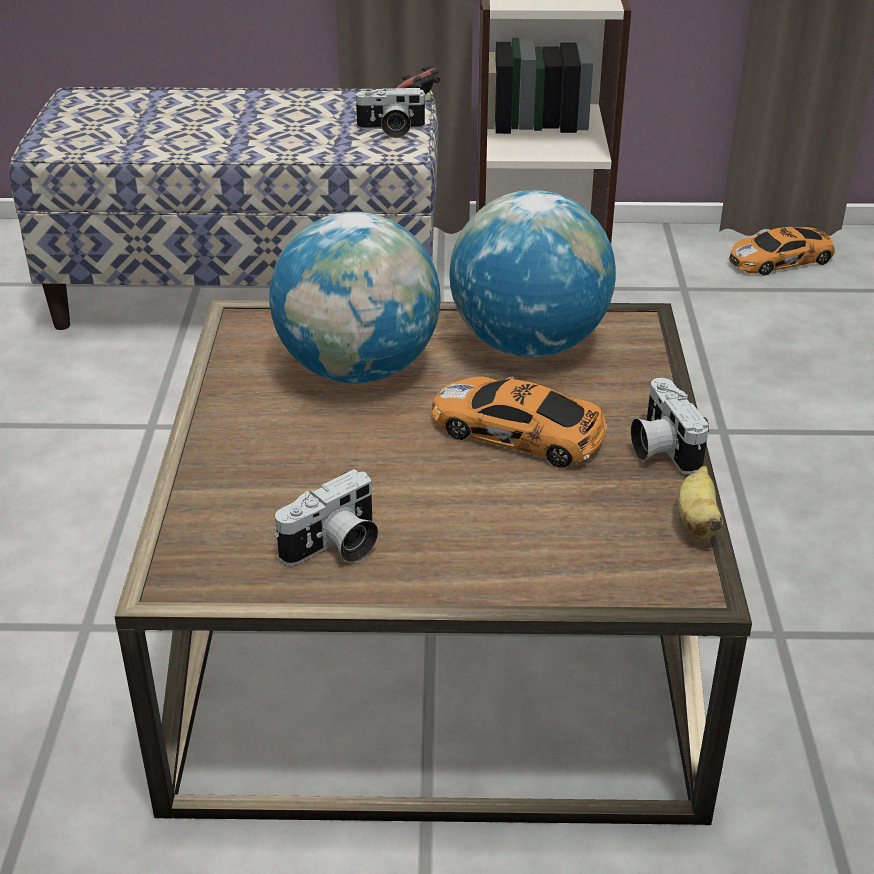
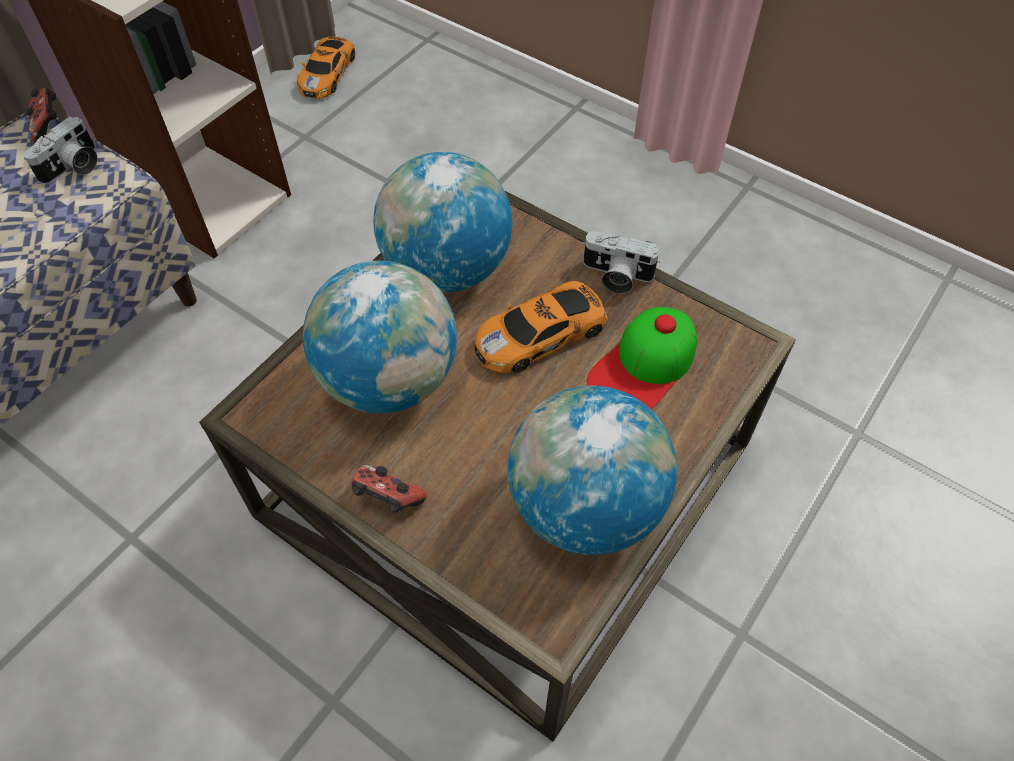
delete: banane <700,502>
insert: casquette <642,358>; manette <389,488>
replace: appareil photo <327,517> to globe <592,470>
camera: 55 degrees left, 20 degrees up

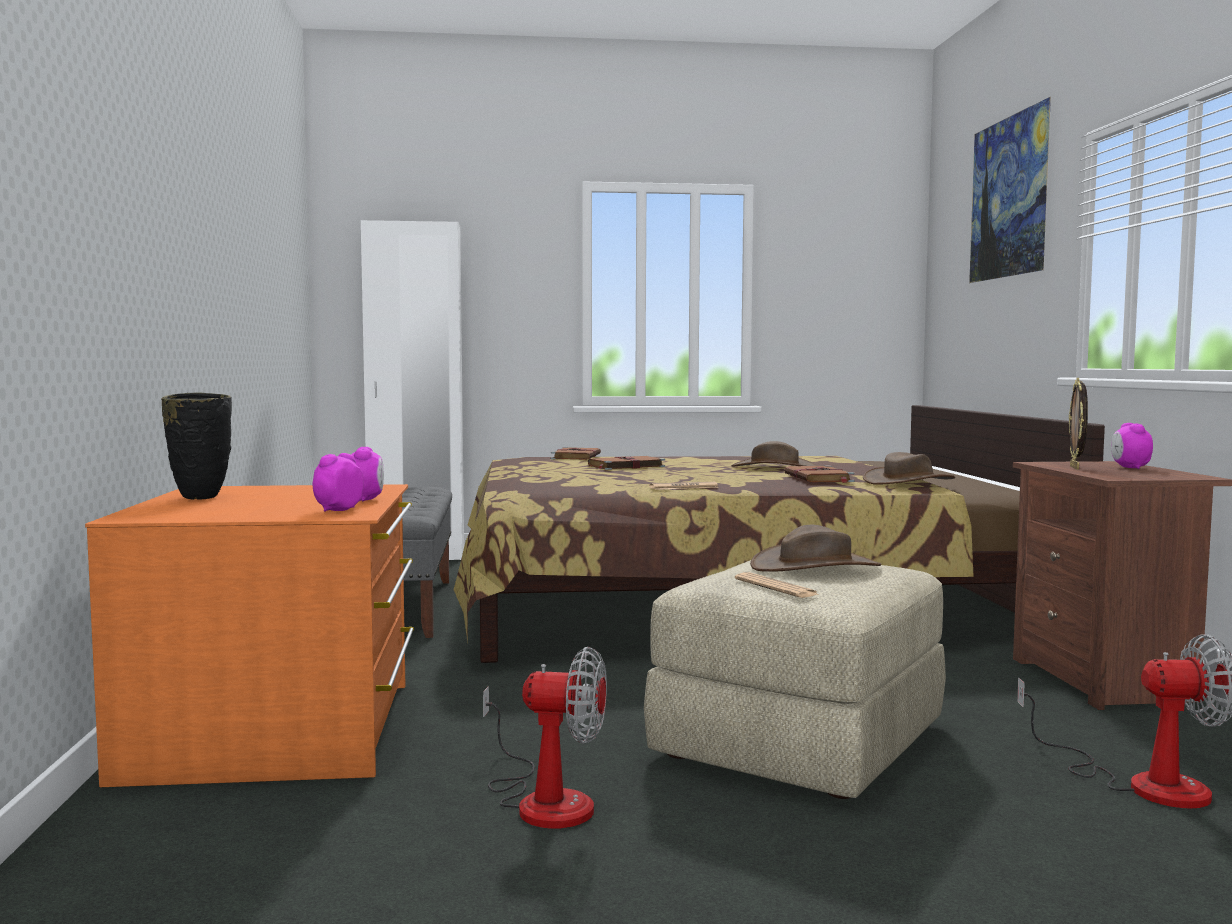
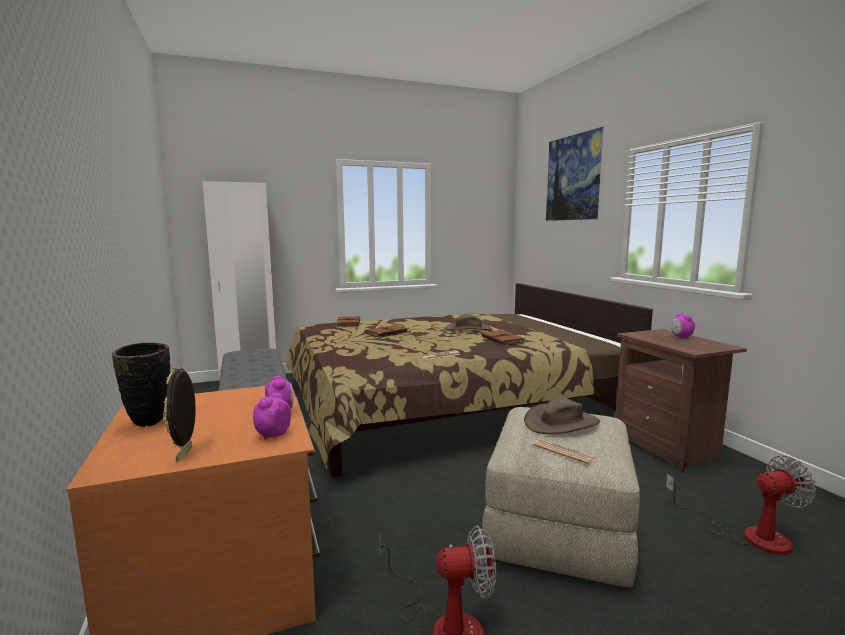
delete: chapeau [marron] <909,468>
move: cadre photo <1078,423> to <179,414>
camera: 15 degrees left, 5 degrees up

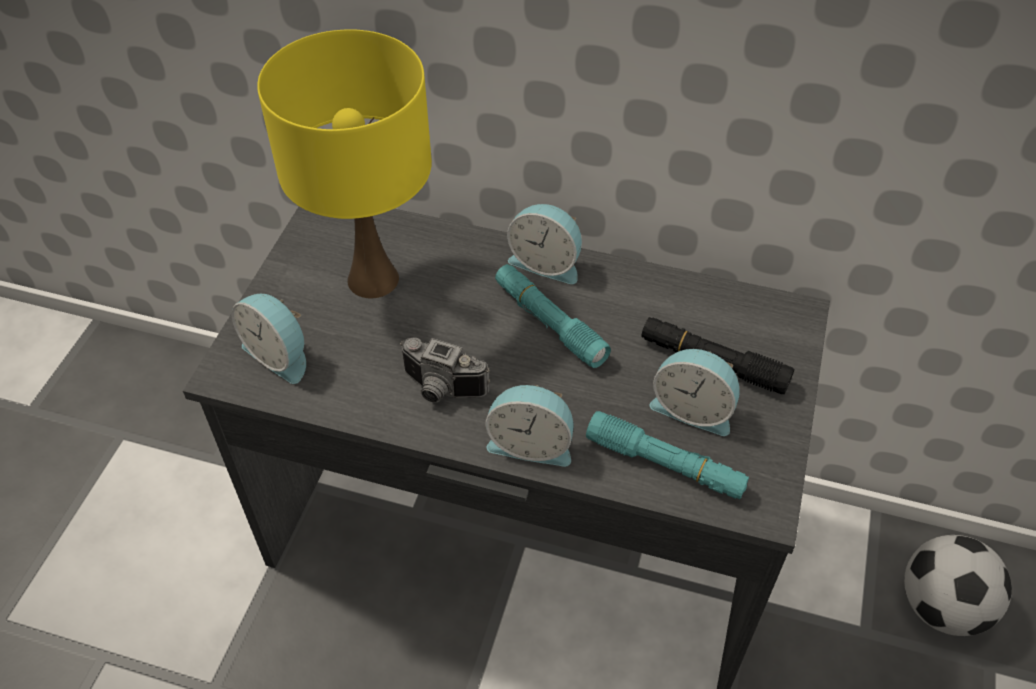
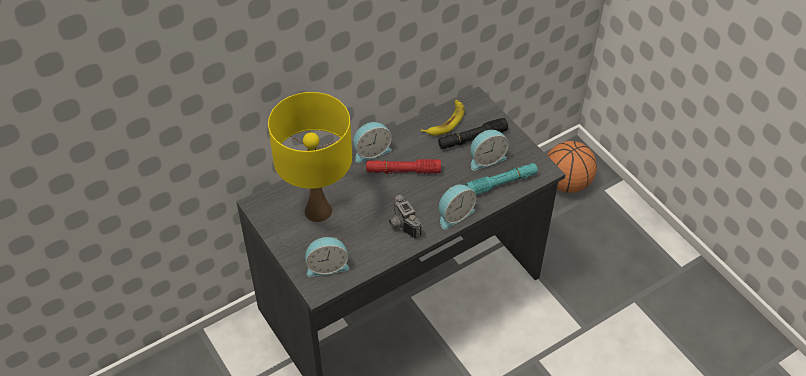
insert: banane <443,118>
replace: ballon de foot <958,585> to ballon de basket <572,167>
recolor: lampe de poche [turquoise] <553,316> to lampe de poche [rouge] <403,166>
rotate: appareil photo <445,369> = <405,216> 90 degrees clockwise
camera: 50 degrees left, 0 degrees up

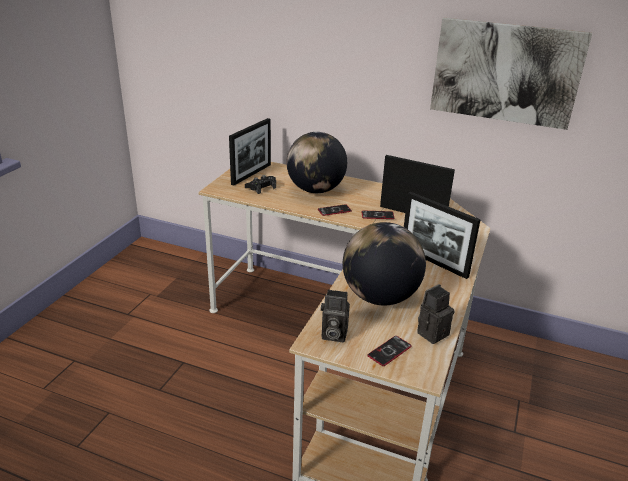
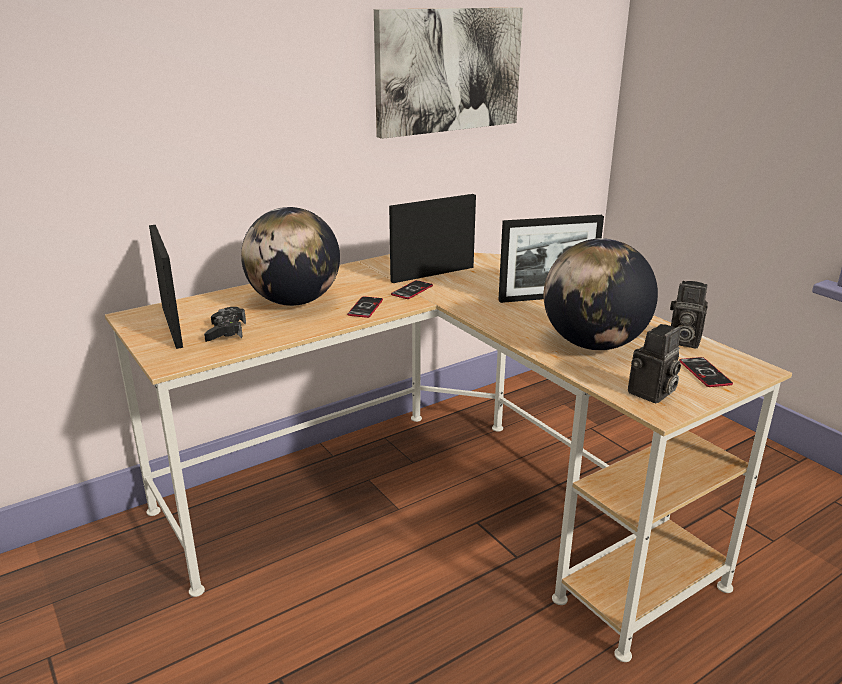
rotate: appareil photo <436,314> = <689,315> 60 degrees counterclockwise
camera: 55 degrees left, 5 degrees down

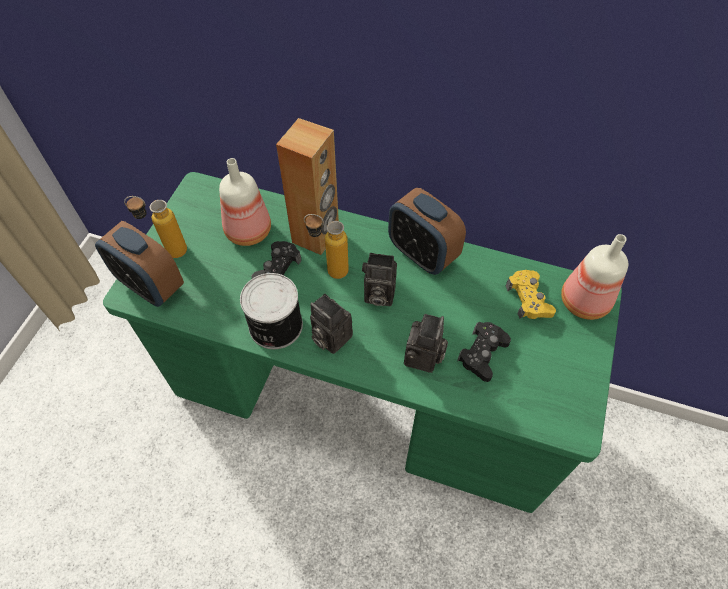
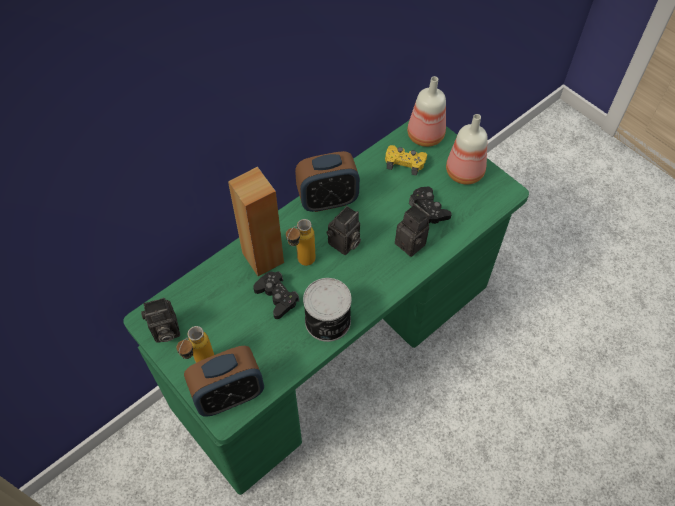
move: bouteille <245,202> to <467,149>; appareil photo <331,324> to <160,320>
camera: 60 degrees left, 0 degrees up

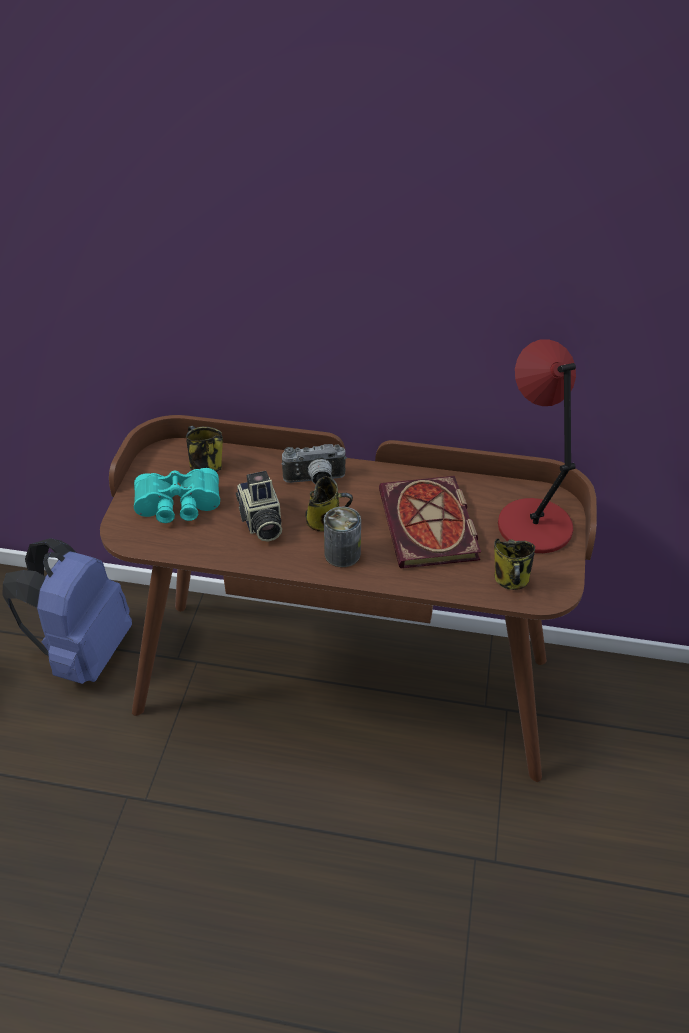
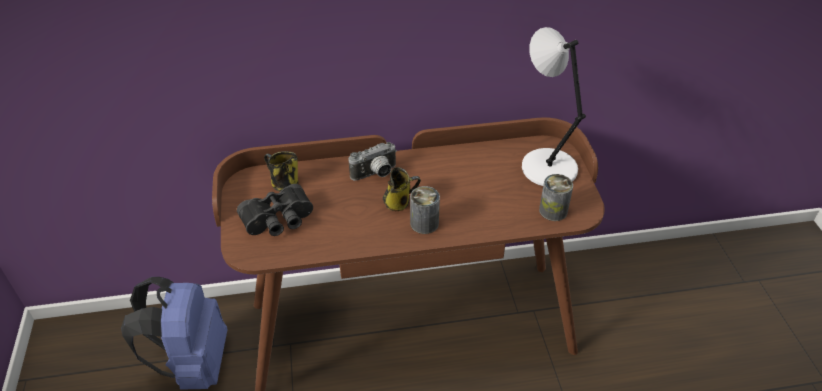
delete: appareil photo <259,506>; livre <430,522>
replace: mug <514,564> to boîte métallique <556,197>
recolor: lampe de table [rouge] <537,446> to lampe de table [blanc] <554,106>; jumelles [turquoise] <177,495> to jumelles [noir] <275,210>
camera: 20 degrees left, 0 degrees up

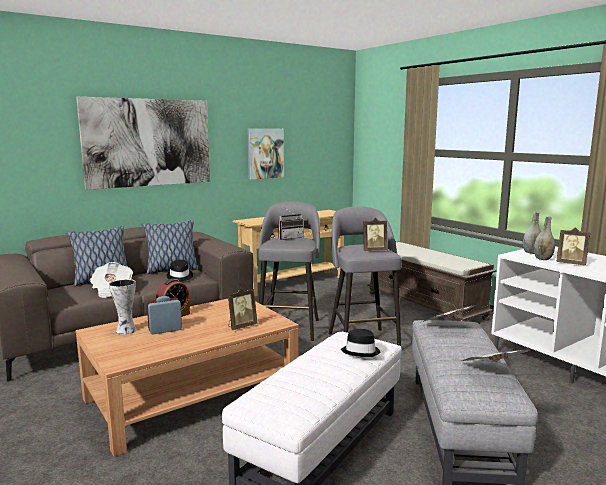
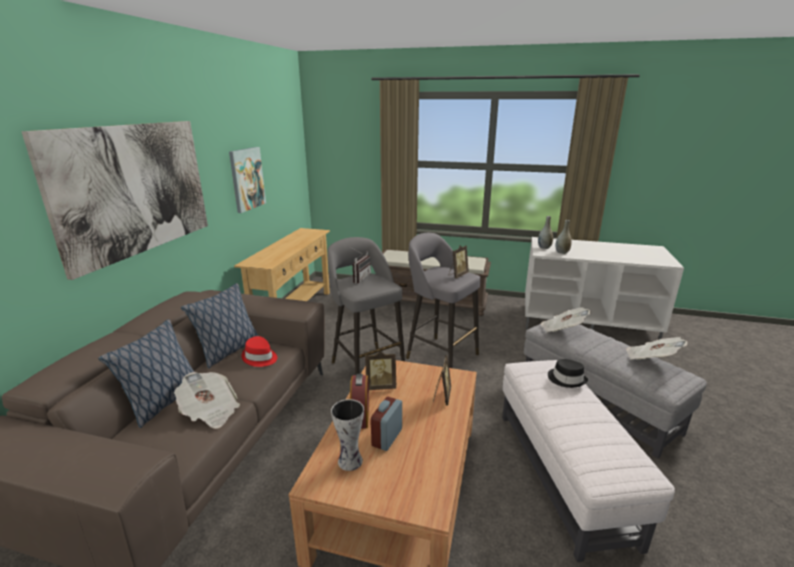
move: cadre photo <573,246> to <380,370>
recolor: chapeau [noir] <180,270> to chapeau [rouge] <259,351>
camera: 40 degrees left, 10 degrees up

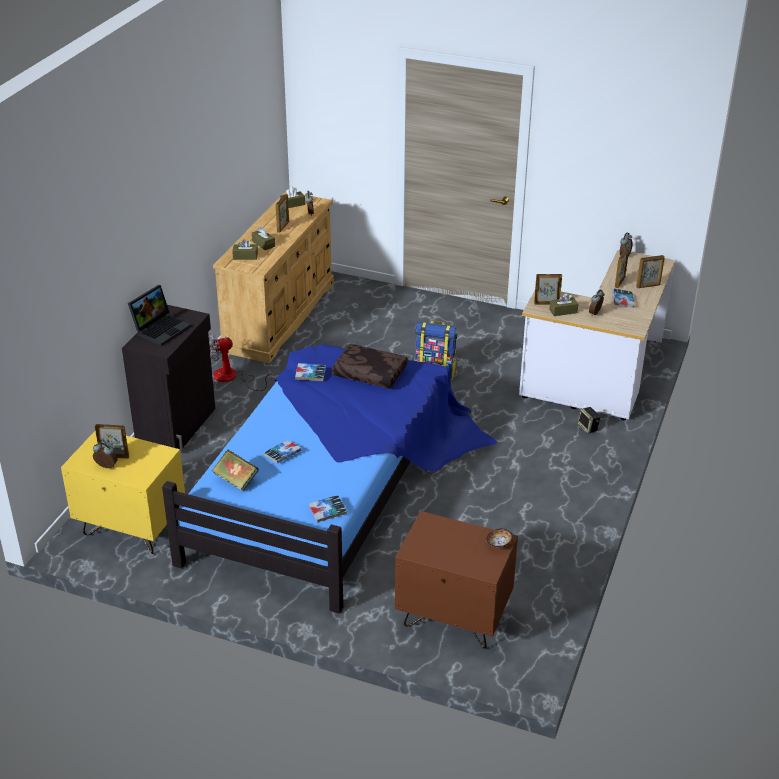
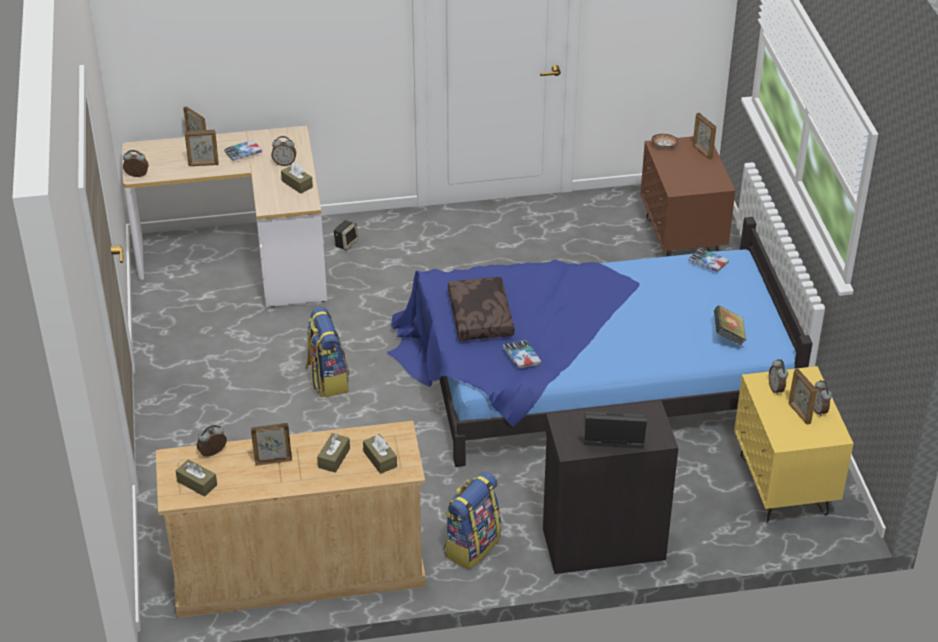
delete: livre <282,451>
insert: réveil <778,377>
move: cadre photo <548,289> to <704,136>
replace: ventilateur <239,362> to sac à dos <472,521>
camera: 120 degrees left, 5 degrees up

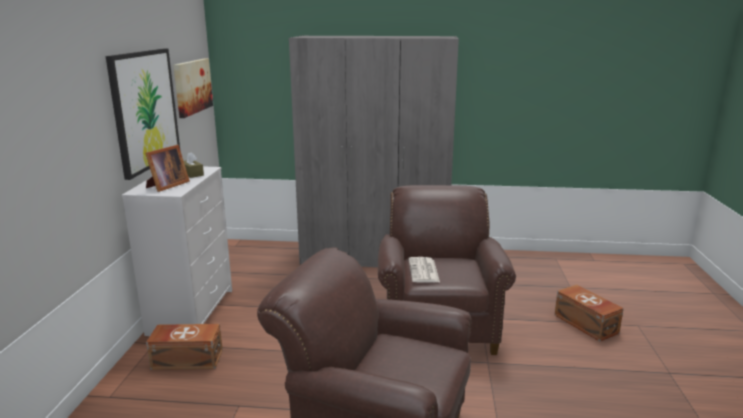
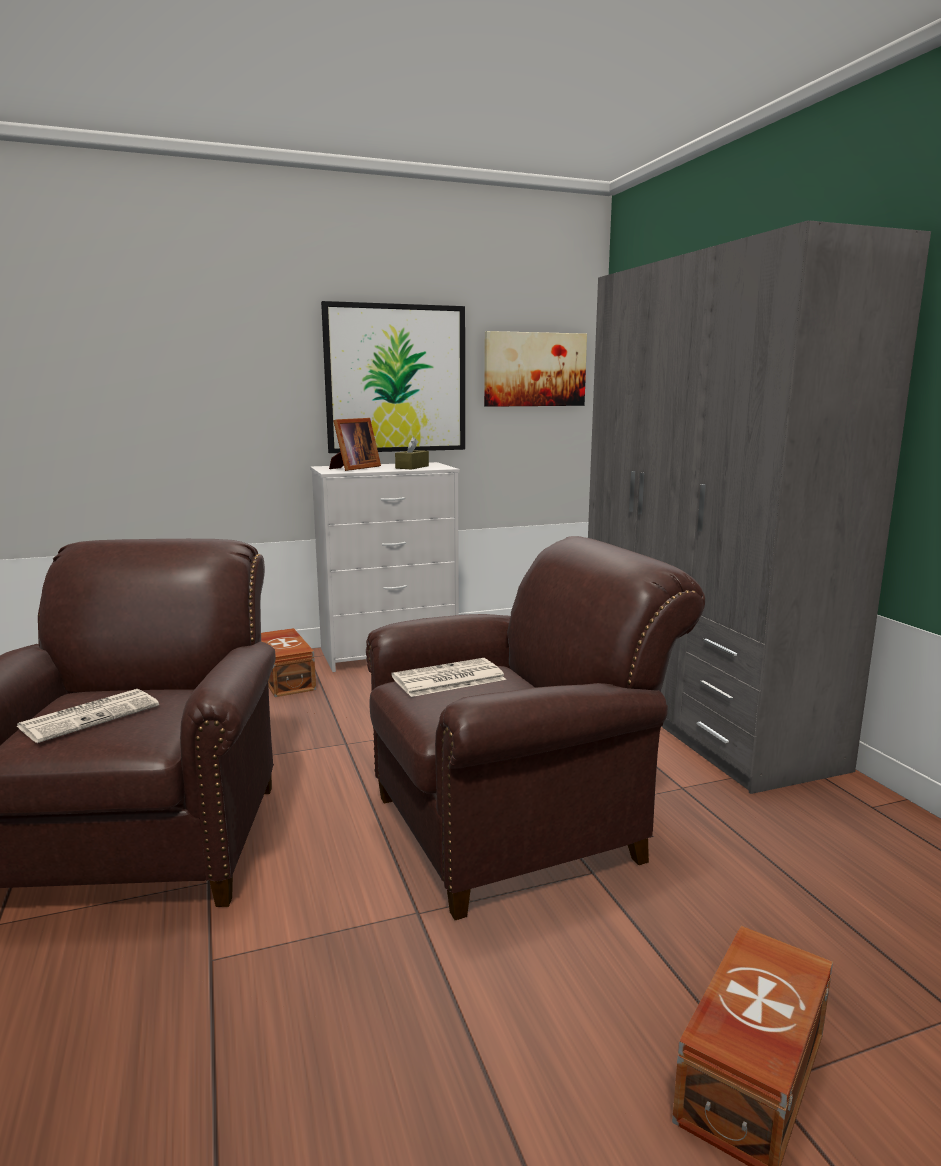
insert: journal <88,716>
rotate: cadre photo <167,168> = <355,444> 60 degrees counterclockwise
camera: 65 degrees right, 5 degrees down

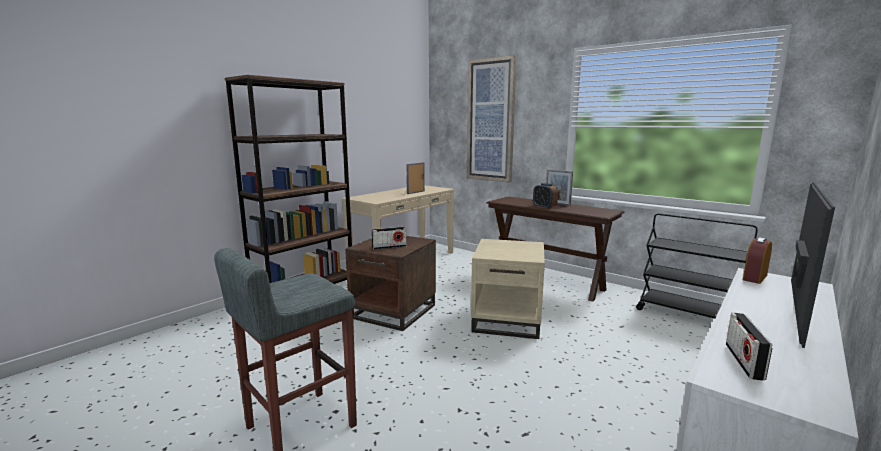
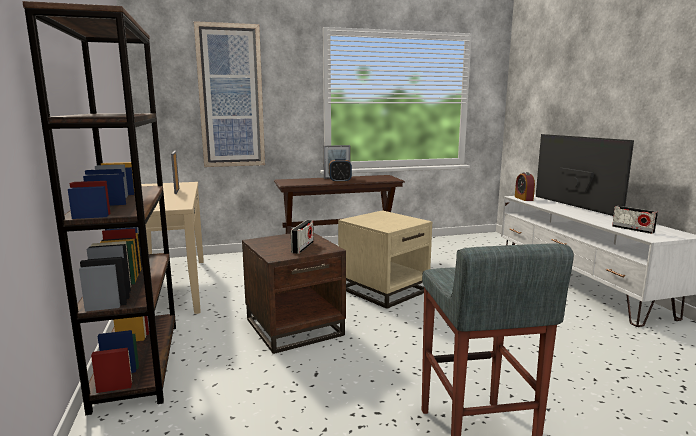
delete: chariot [noir] <697,266>
camera: 55 degrees left, 0 degrees up

